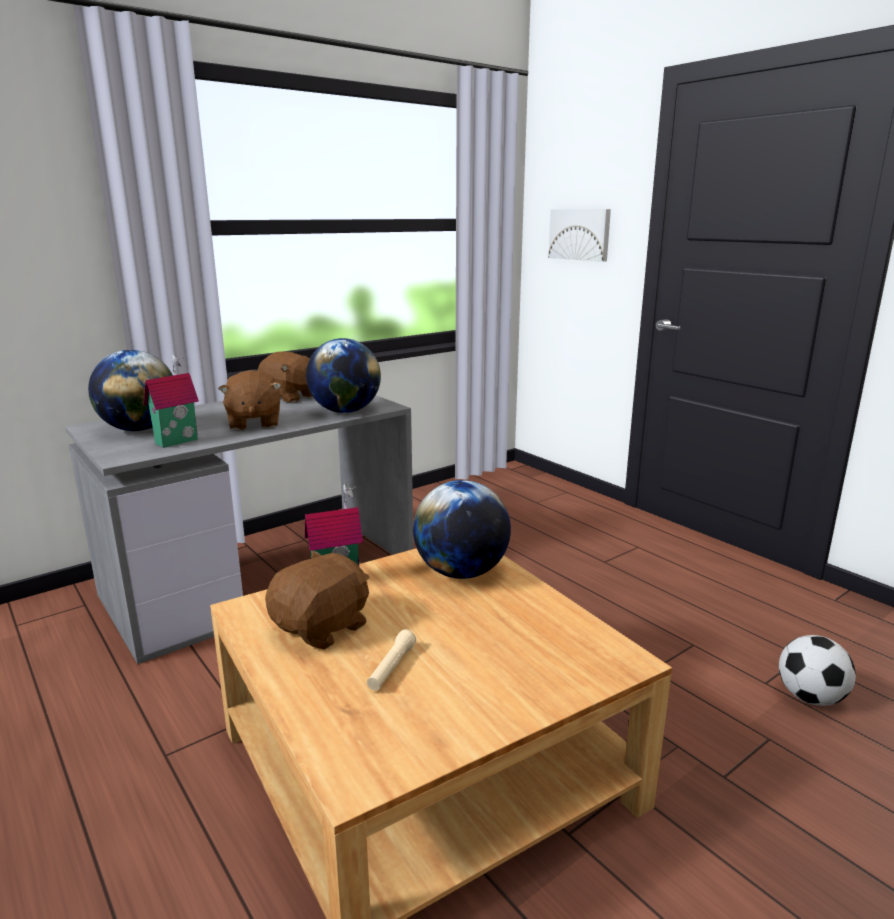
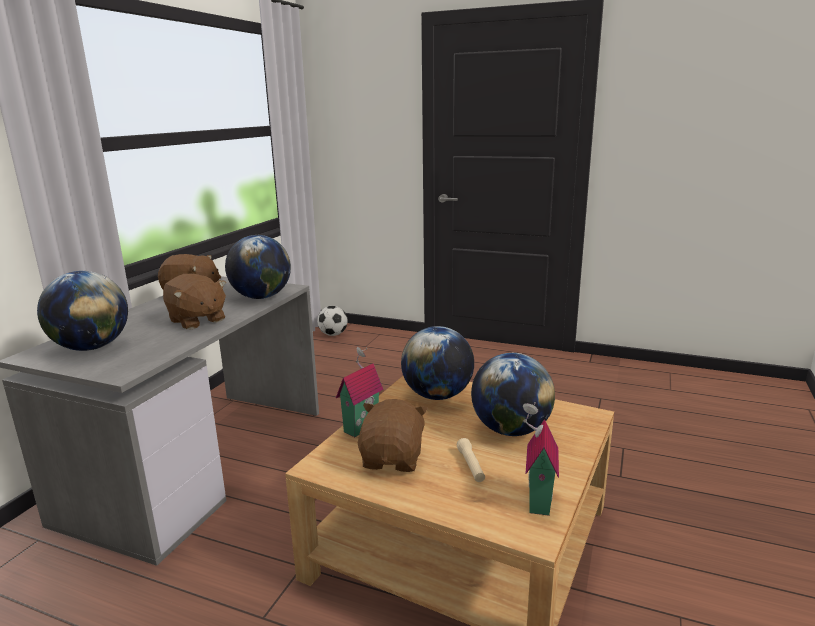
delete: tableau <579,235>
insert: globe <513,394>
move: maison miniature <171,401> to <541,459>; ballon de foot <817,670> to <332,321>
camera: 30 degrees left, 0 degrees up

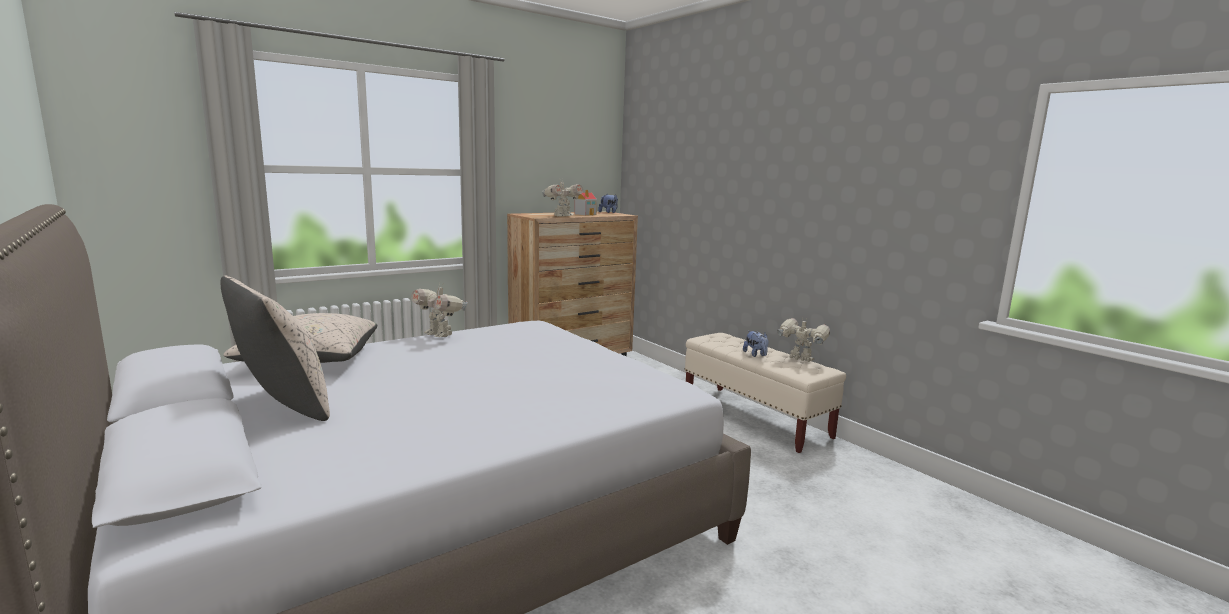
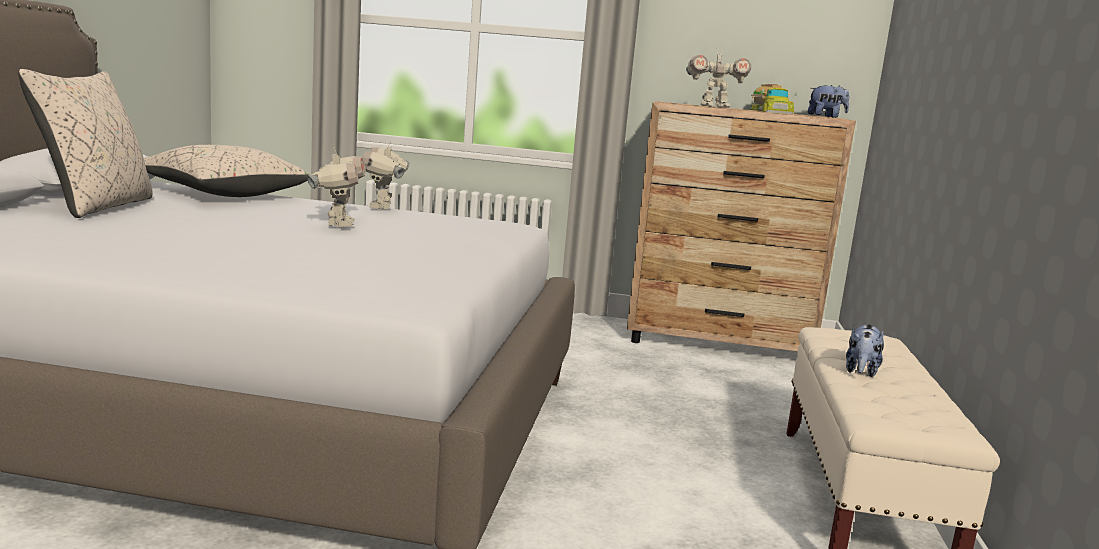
move: robot jouet <803,340> to <336,187>
replace: maison miniature <586,202> to camion jouet <773,99>
camera: 45 degrees right, 0 degrees up

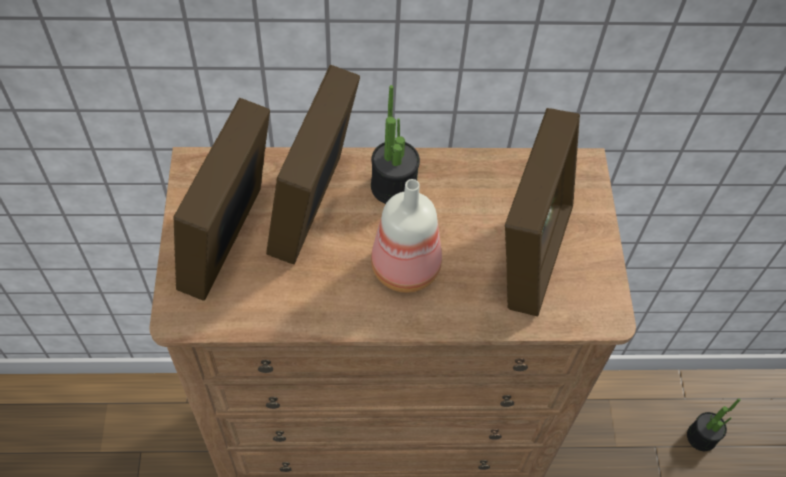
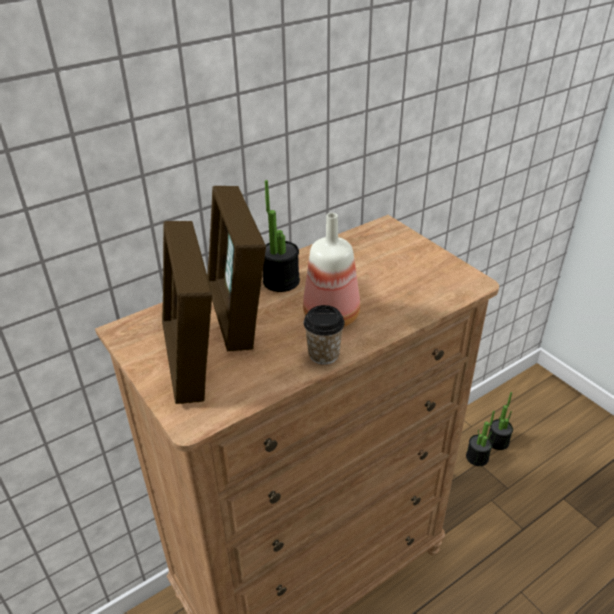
delete: cadre photo <542,212>
insert: tasse <324,335>; plante en pot <480,438>
camera: 30 degrees left, 20 degrees down

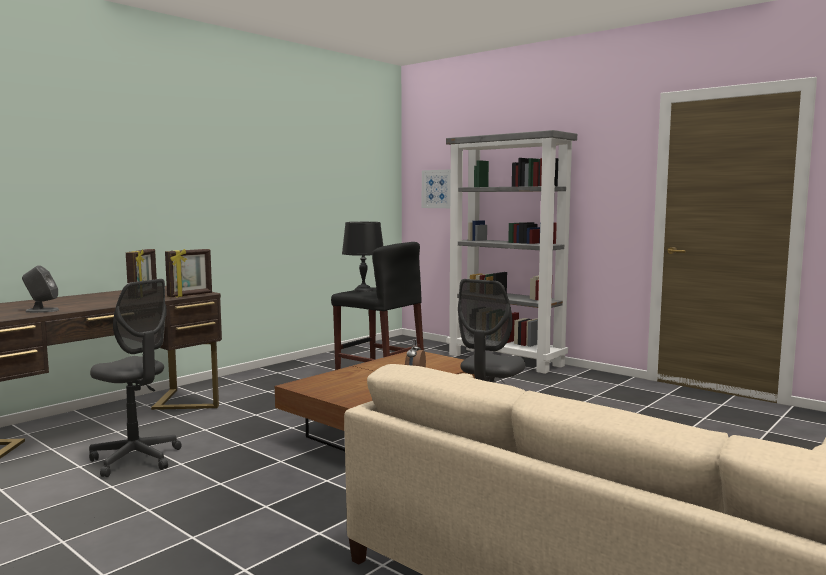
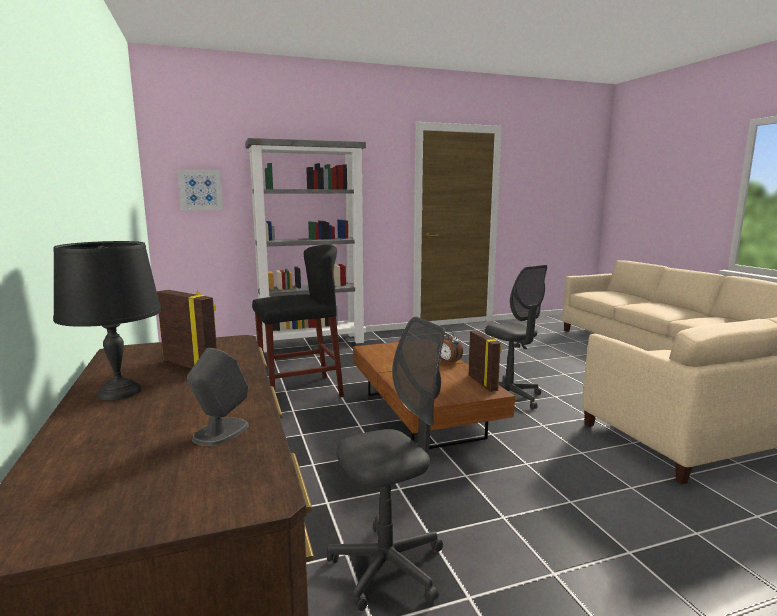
move: lampe de table [noir] <362,257> to <107,320>; cadre photo <188,273> to <485,361>
camera: 60 degrees left, 5 degrees up

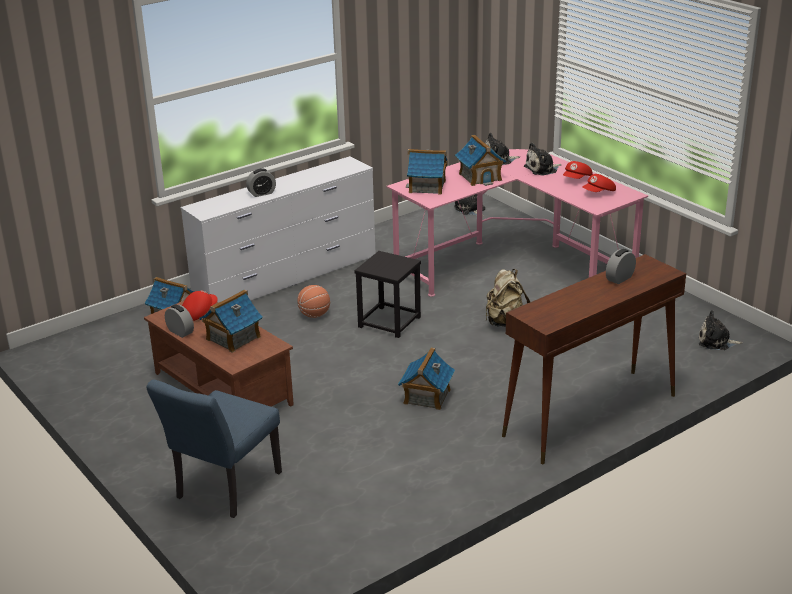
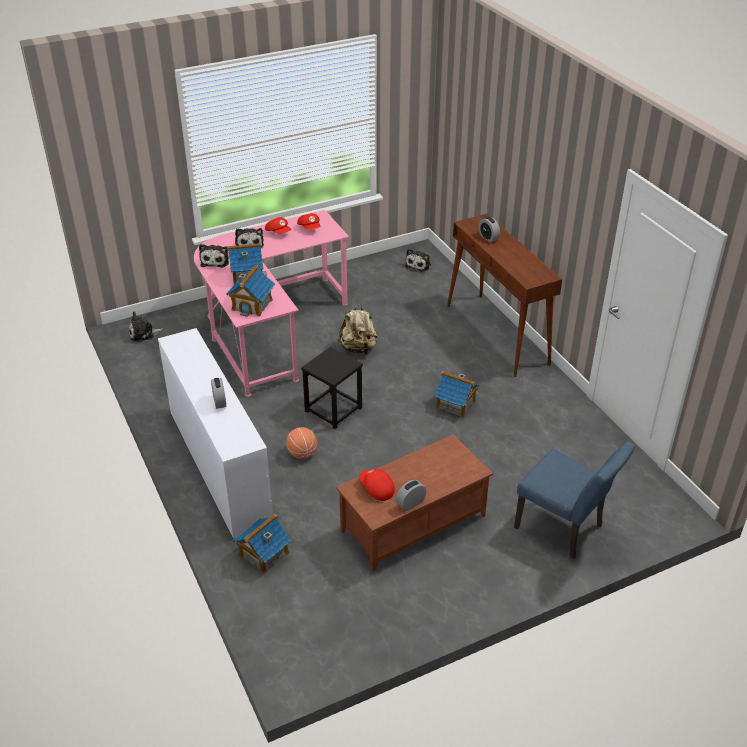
delete: maison miniature <231,321>
camera: 80 degrees left, 10 degrees up

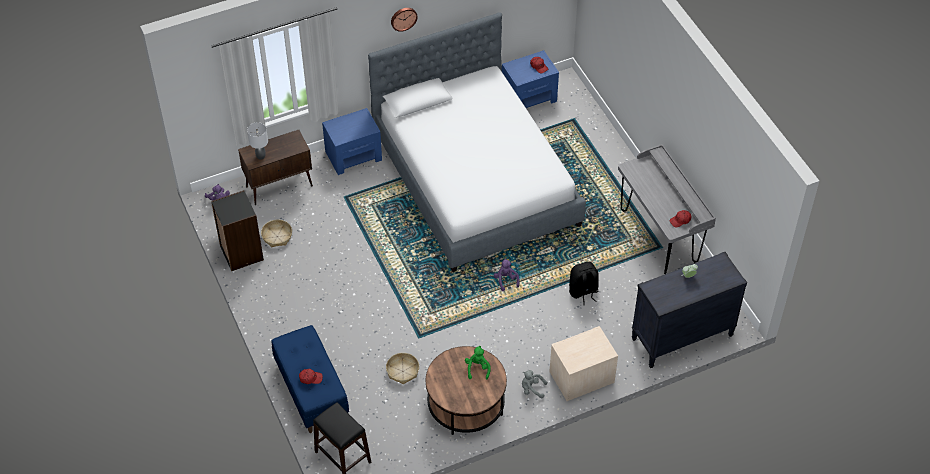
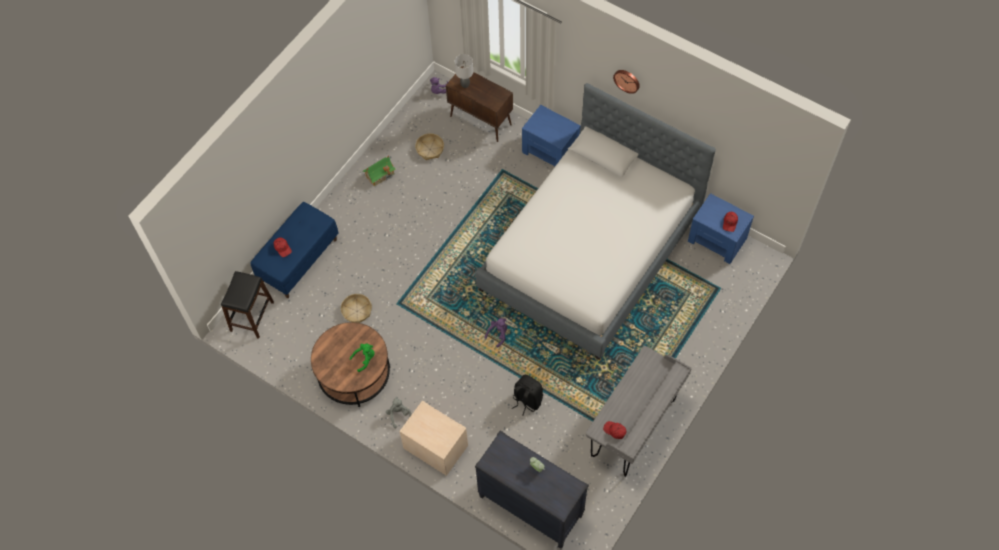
delete: bibliothèque [noir] <237,230>
insert: maison miniature <379,171>
camera: 60 degrees right, 10 degrees up

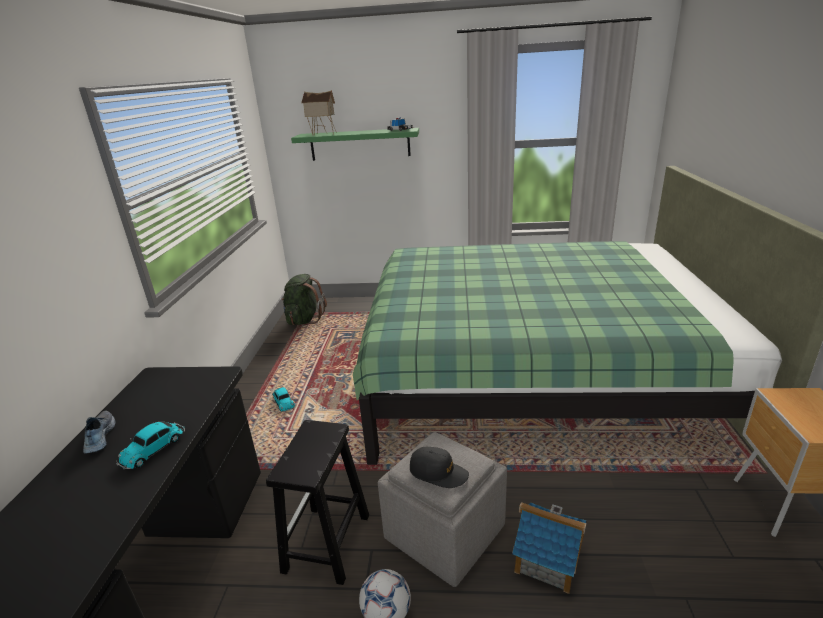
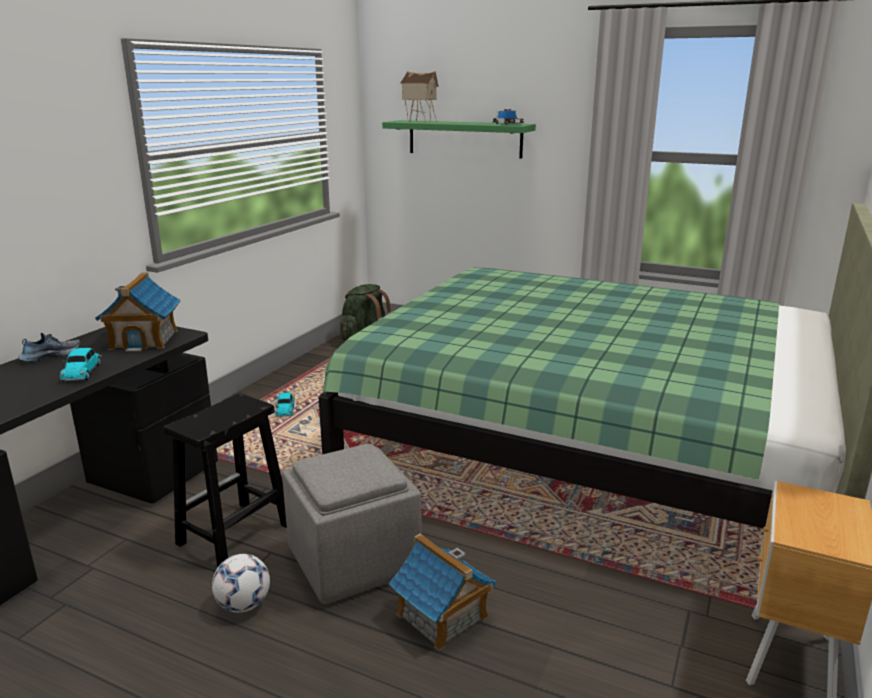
delete: casquette [noir] <439,467>
insert: maison miniature <137,312>
rotate: chaussure <99,432> = <49,347> 45 degrees clockwise; petite voiture <150,446> = <81,365> 60 degrees counterclockwise
camera: 20 degrees right, 5 degrees down

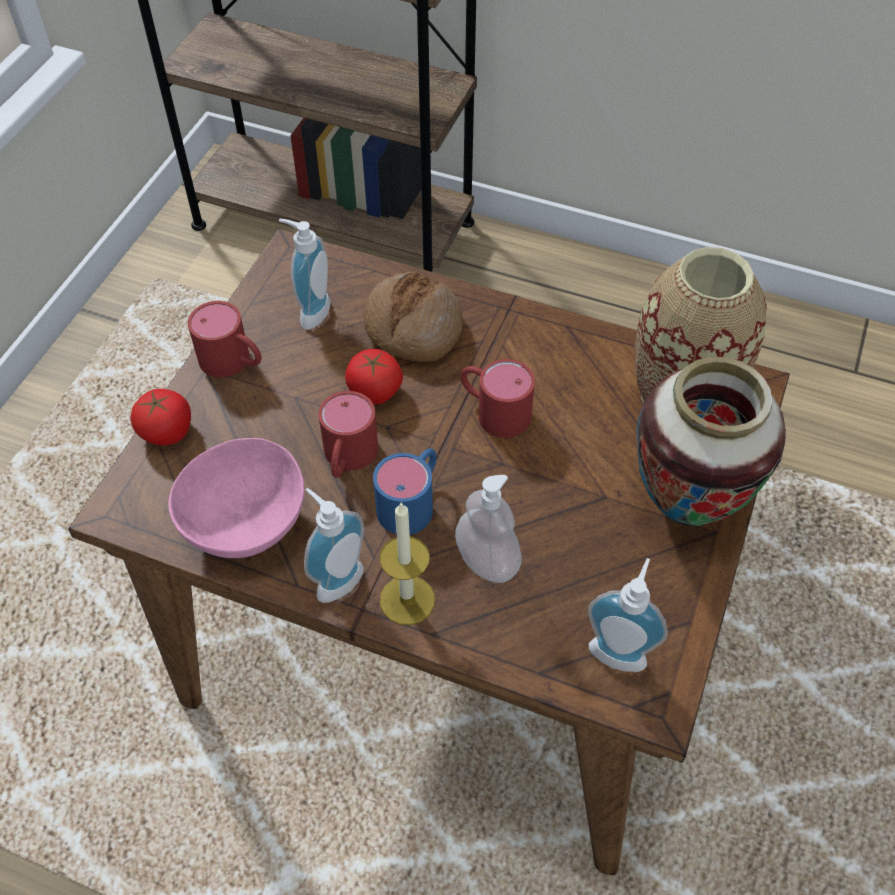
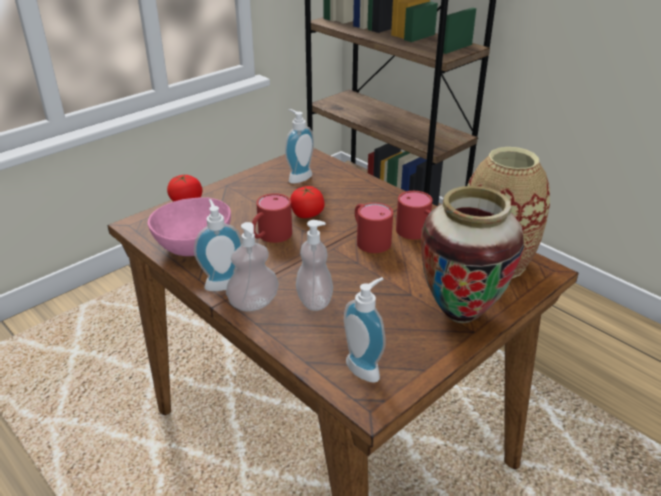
delete: pain <413,317>; mug [bleu] <405,491>
move: mug [rouge] <225,339> to <414,215>
replace: bougie <407,564> to distributeur de savon <252,266>
camera: 25 degrees right, 20 degrees down

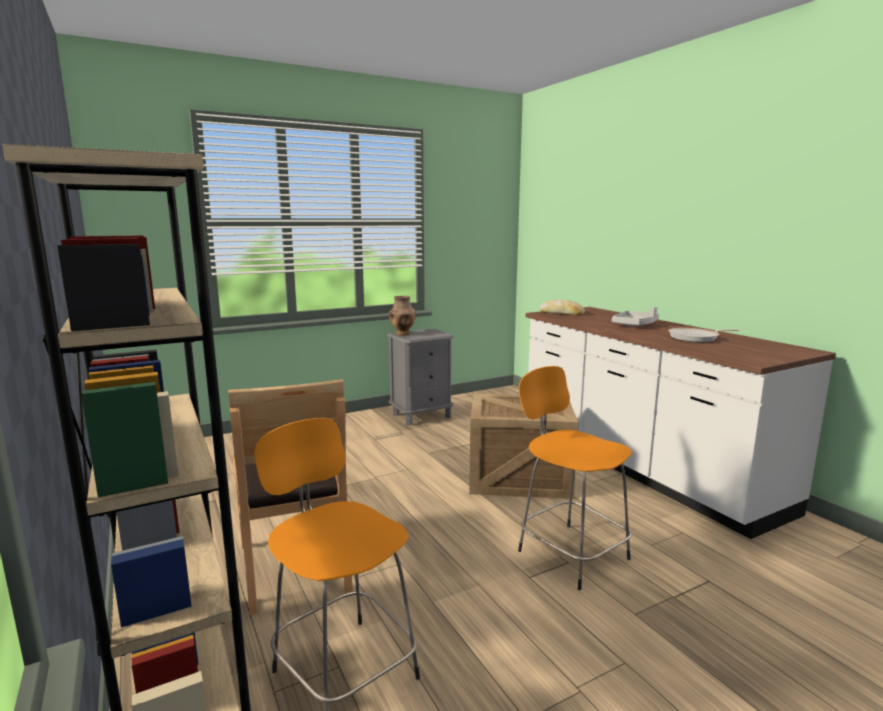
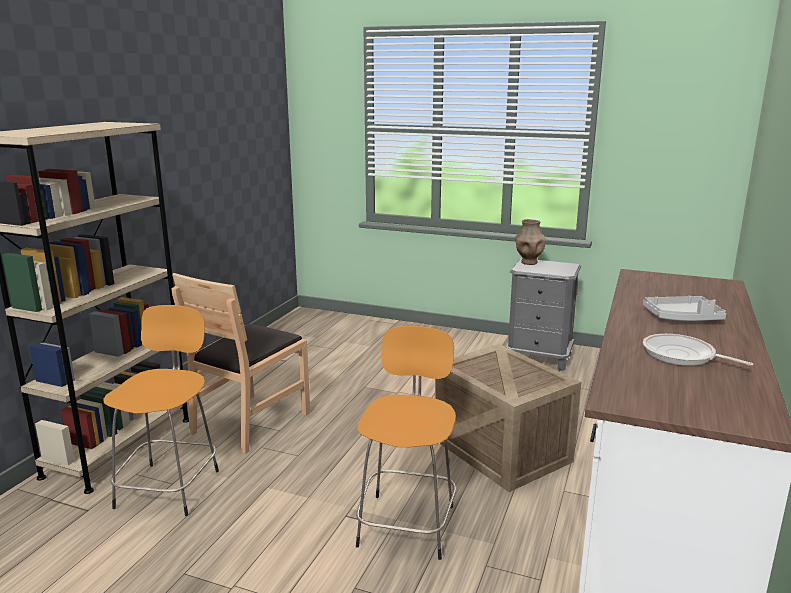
delete: pain <562,307>
camera: 50 degrees right, 5 degrees up

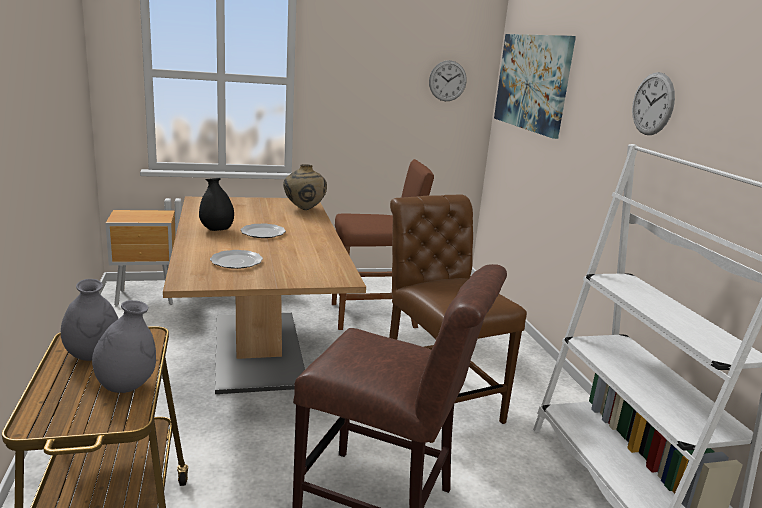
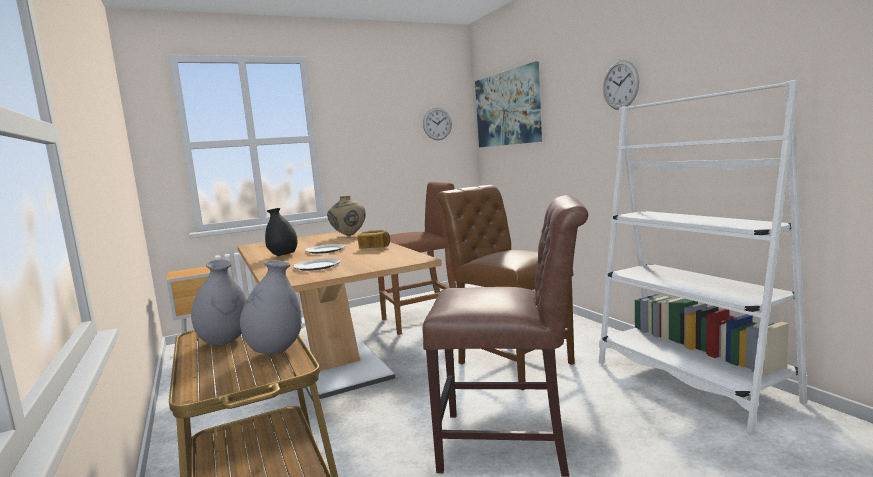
insert: pain <373,239>
camera: 10 degrees left, 10 degrees down

